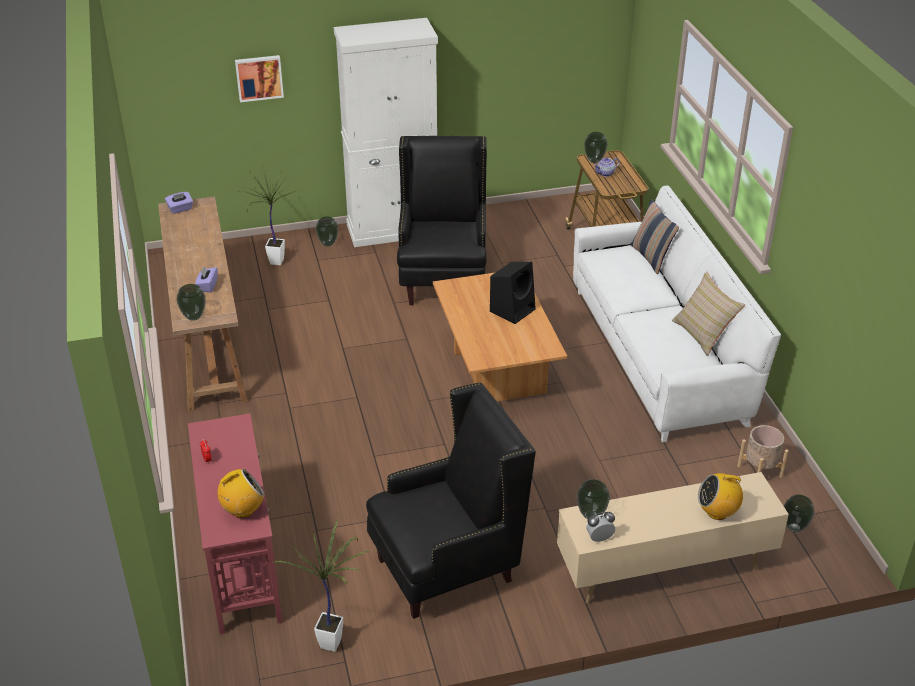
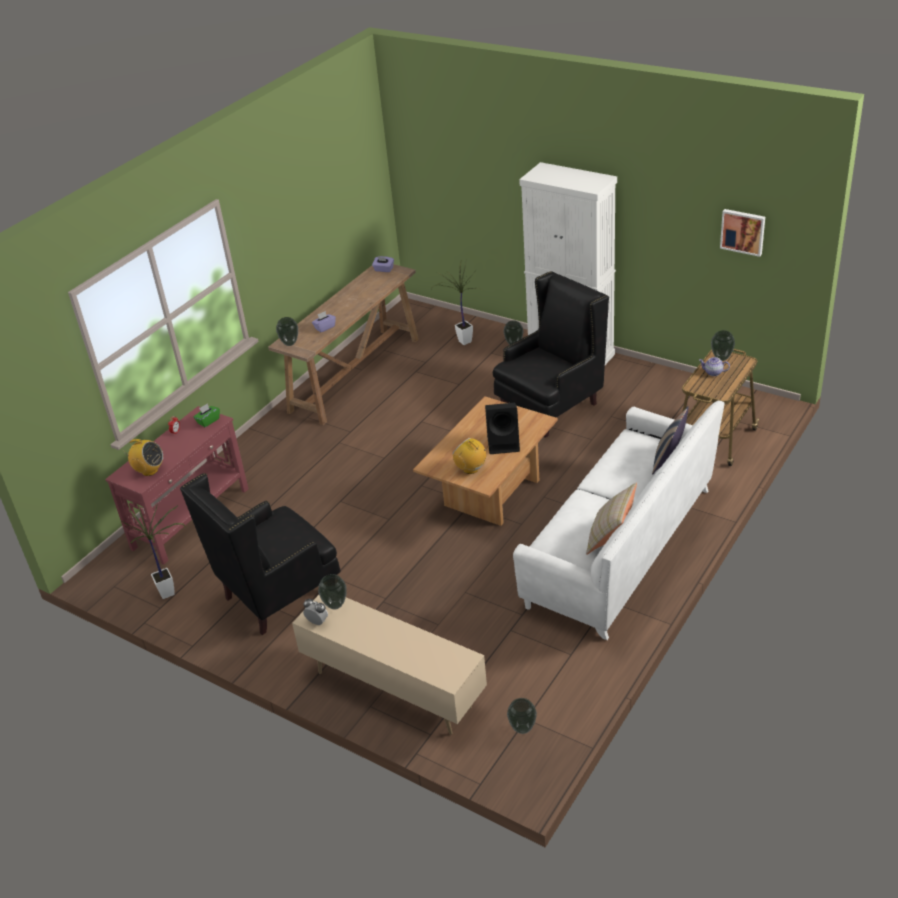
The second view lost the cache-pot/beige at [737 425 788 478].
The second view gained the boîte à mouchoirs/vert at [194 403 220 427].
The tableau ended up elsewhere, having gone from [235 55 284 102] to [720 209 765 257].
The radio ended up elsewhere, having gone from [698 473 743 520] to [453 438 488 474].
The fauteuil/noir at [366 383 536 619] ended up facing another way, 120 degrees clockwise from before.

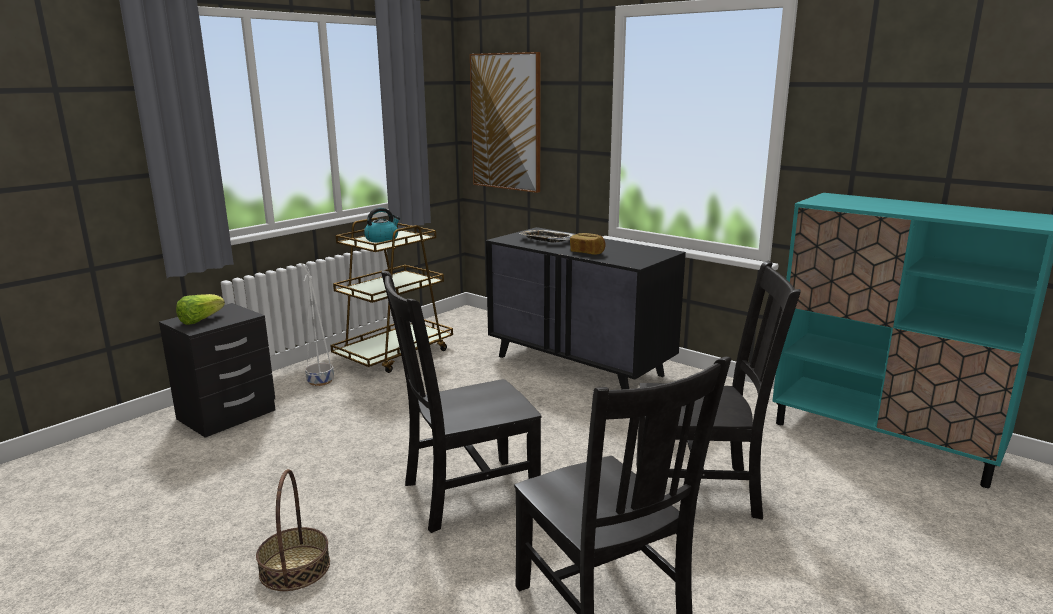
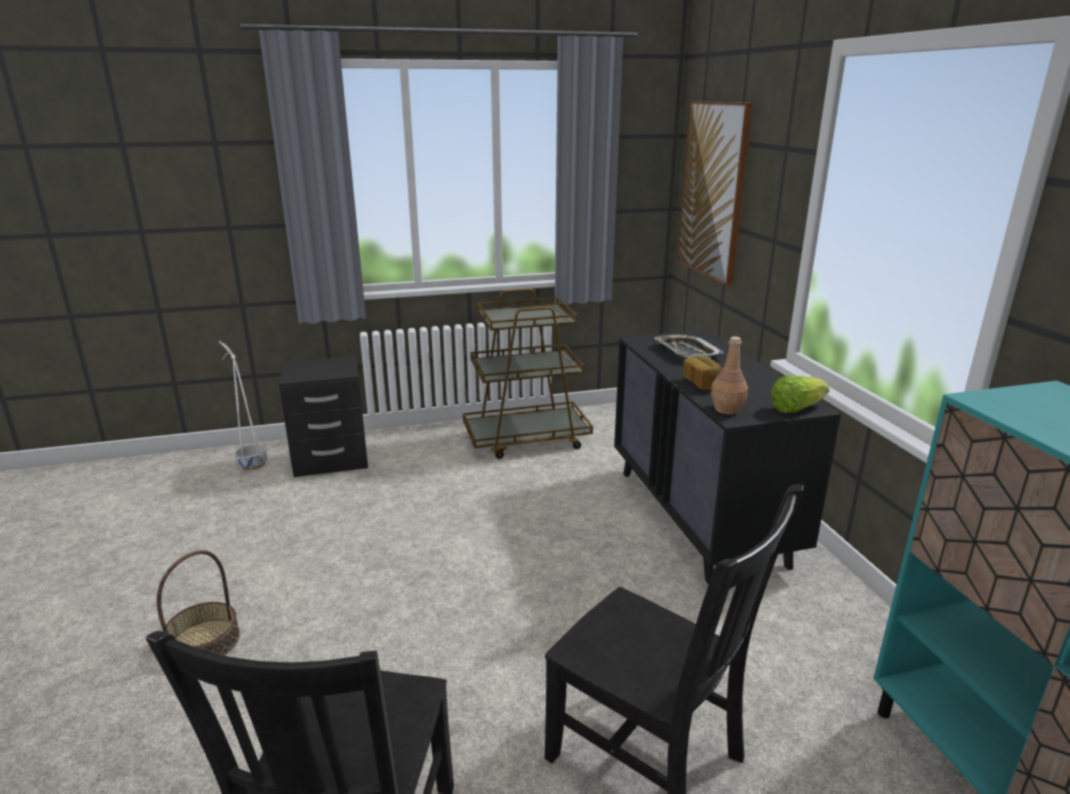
The second view lost the bouilloire at [364 208 400 243].
The second view lost the chaise/noir at [381 270 542 533].
The second view gained the bouteille/marron at [711 336 748 414].
The laitue ended up elsewhere, having gone from [176 294 225 325] to [771 376 830 413].
The cache-pot/blanc ended up elsewhere, having gone from [301 263 334 386] to [219 341 267 470].

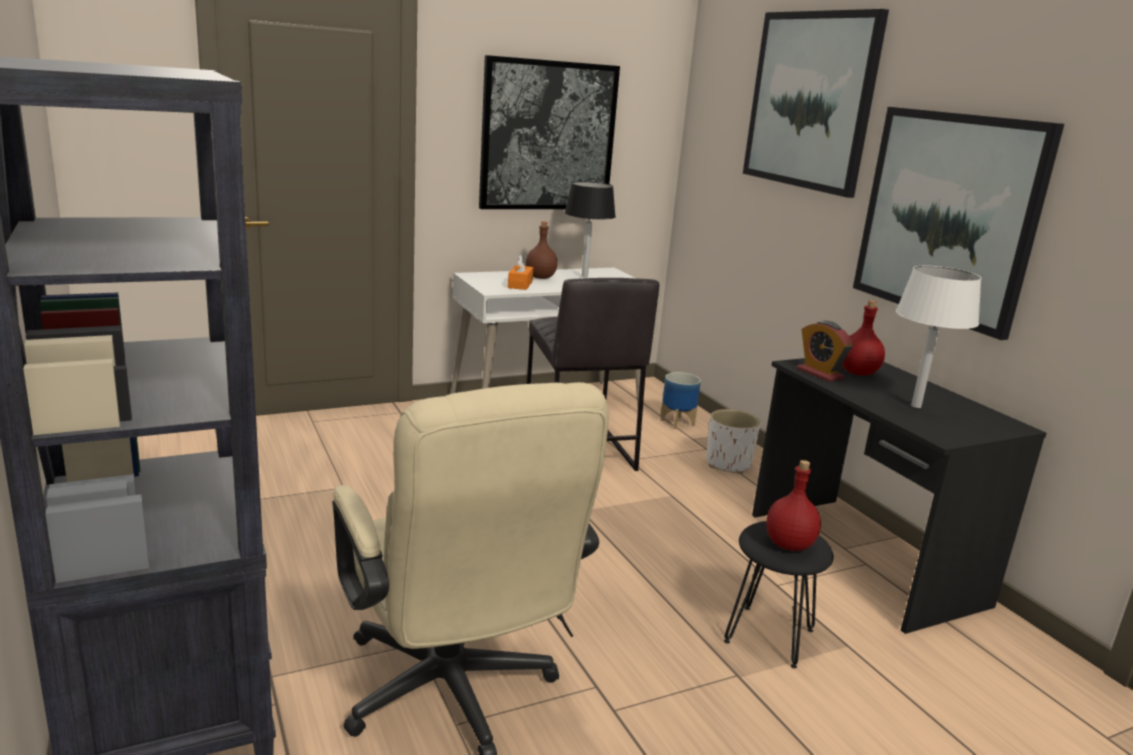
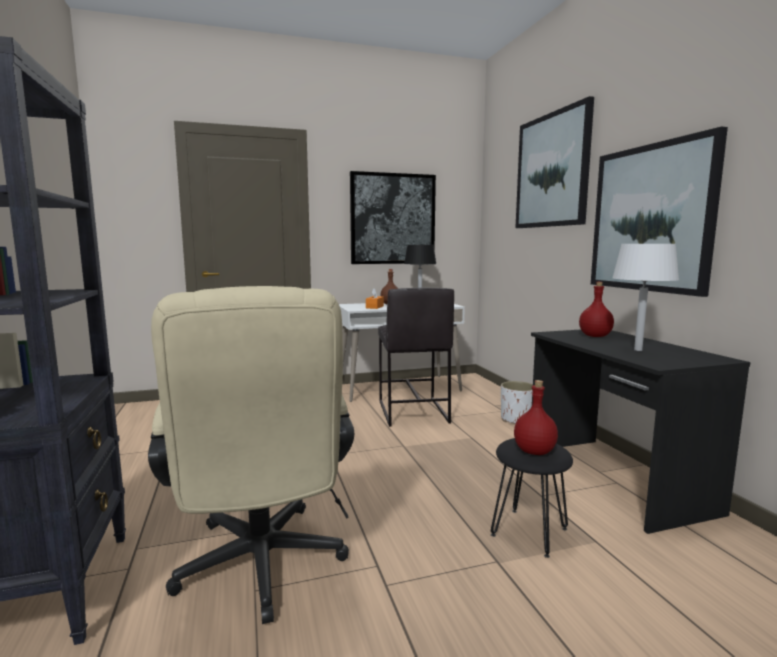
The second view lost the cache-pot at [660 372 701 429].
The second view lost the réveil at [797 321 853 382].

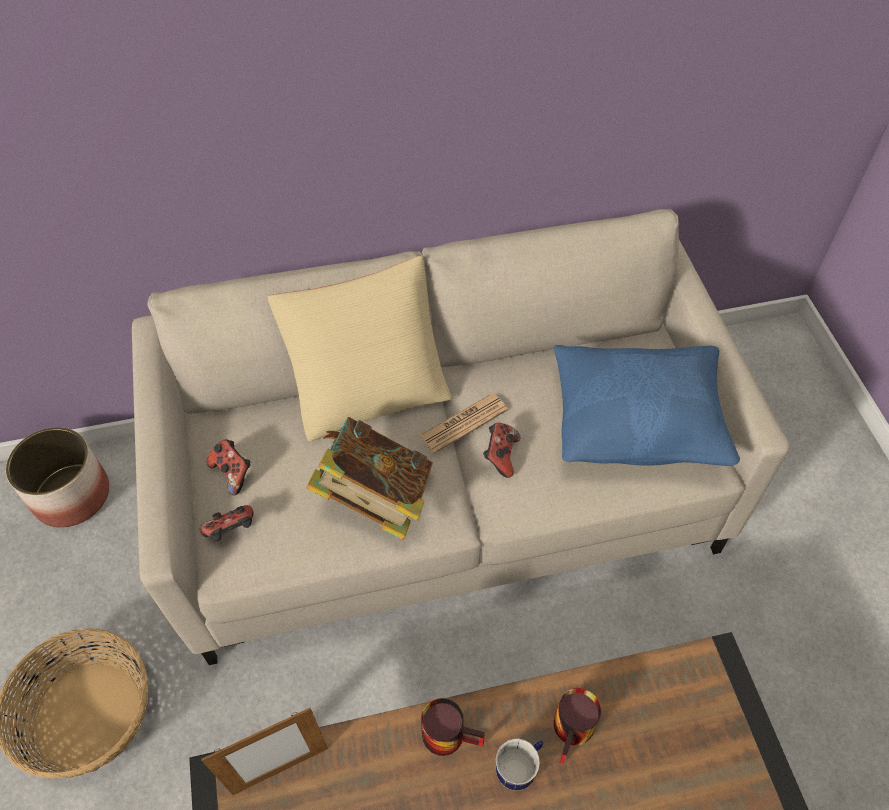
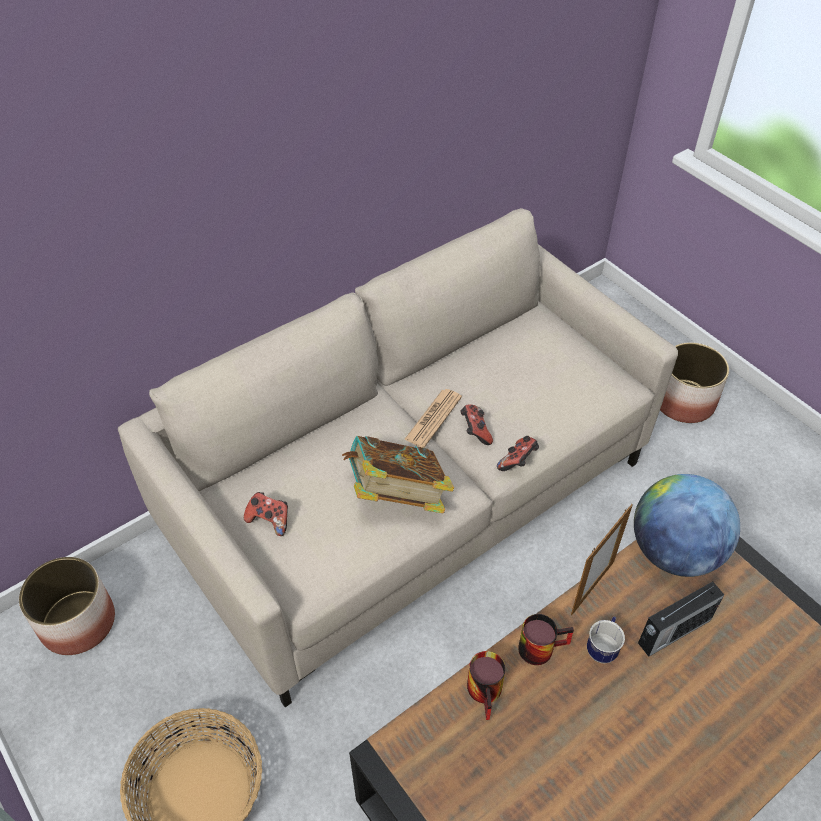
The second view lost the coussin/beige at [267 256 452 442].
The second view lost the coussin/bleu at [554 345 740 466].
The second view gained the globe at [634 474 740 577].
The second view gained the radio at [638 582 724 657].
The second view gained the cache-pot at [660 342 729 423].
The manette ended up elsewhere, having gone from [200 505 254 541] to [497 436 539 471].
The cadre photo ended up elsewhere, having gone from [201 708 328 795] to [571 504 633 615].
The mug ended up elsewhere, having gone from [554 688 601 764] to [467 651 506 720].

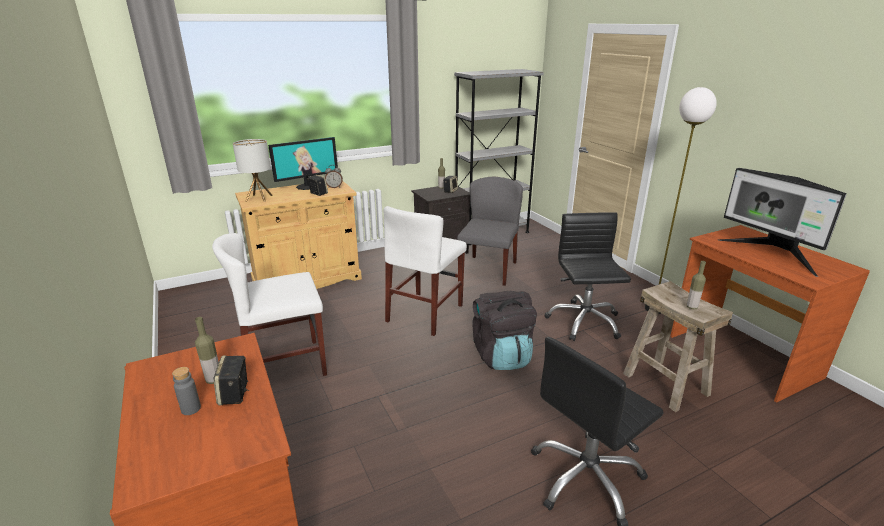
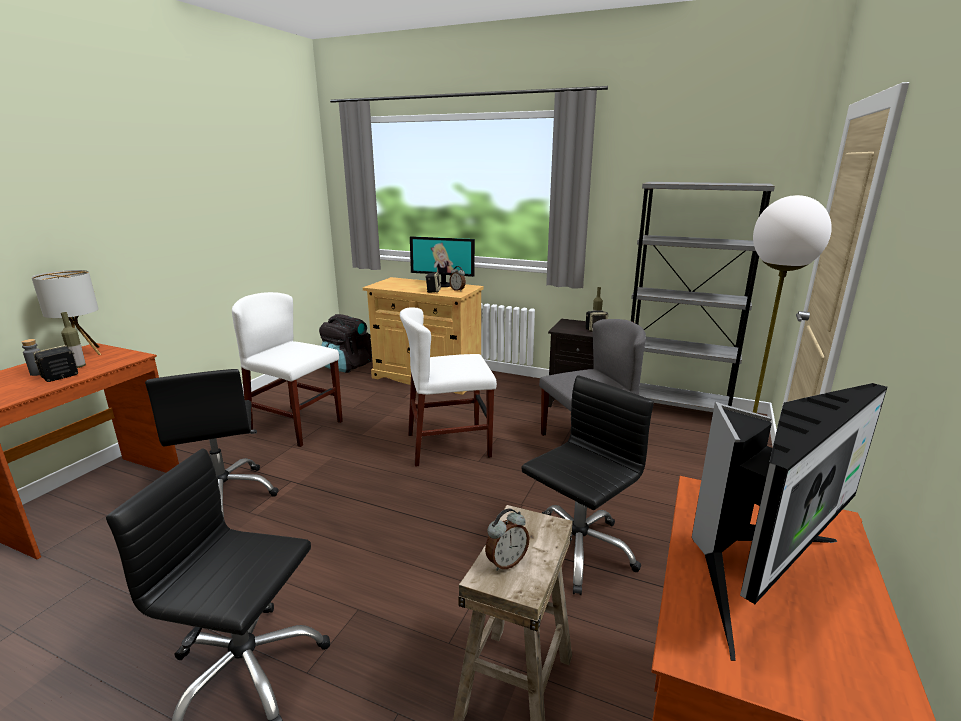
The second view gained the chaise de bureau/noir at [145 369 279 521].
The lampe de table ended up elsewhere, having gone from [233 139 273 202] to [31 270 101 355].
The sac à dos/noir ended up elsewhere, having gone from [472 291 537 370] to [319 314 372 373].
Where the bouteille stood at [687 261 706 309], the réveil came to stand at [485 508 530 571].
The écran d'ordinateur at [718 168 847 277] ended up facing another way, 150 degrees counterclockwise from before.

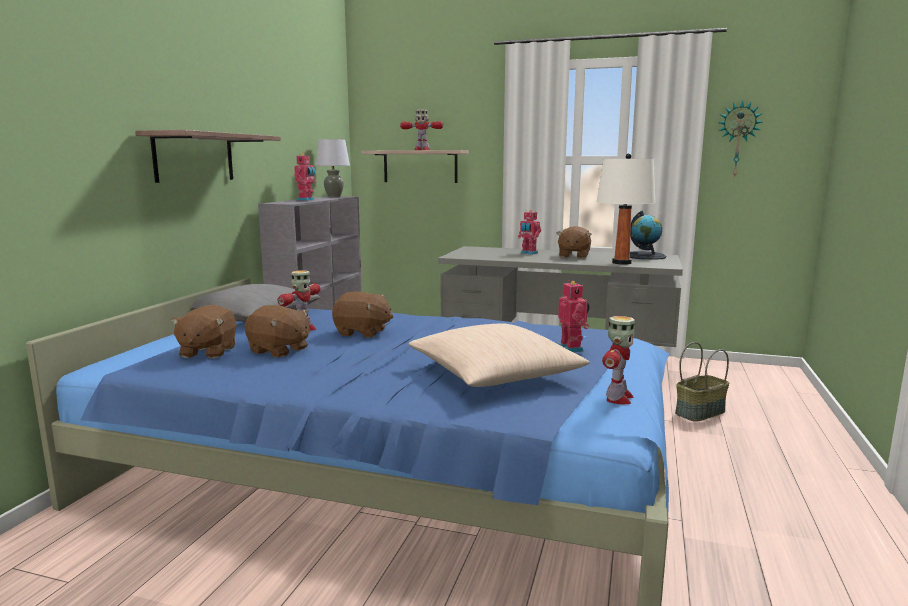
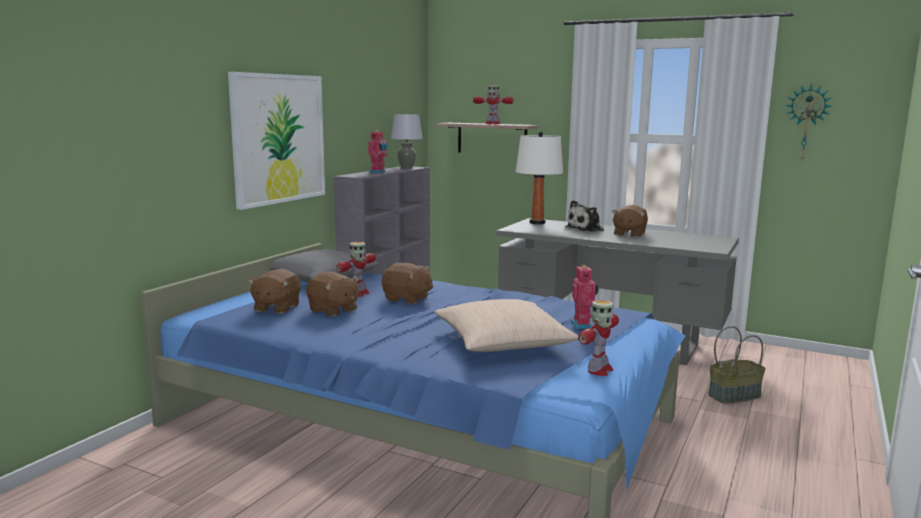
The second view lost the globe at [630 211 666 260].
The lampe de table/blanc ended up elsewhere, having gone from [597 153 655 265] to [516 132 563 224].
Where the étagère hung at [135 130 281 183], the tableau came to hang at [228 72 325 210].
Where the robot jouet stood at [518 210 541 255], the peluche came to stand at [565 200 604 232].

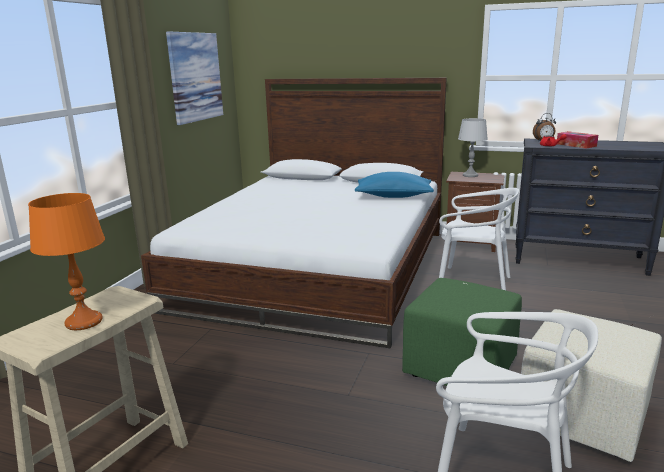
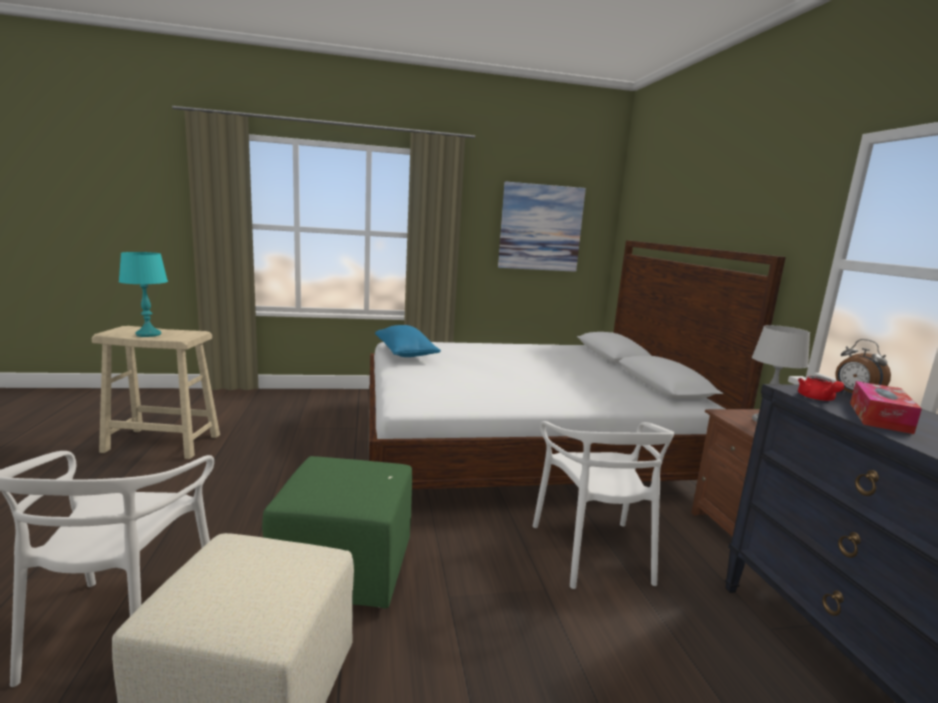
The coussin/bleu ended up elsewhere, having gone from [355 172 433 198] to [375 325 441 357].
What was the lampe de table/orange at [28 193 105 330] turned into the lampe de table/turquoise at [119 252 168 337].

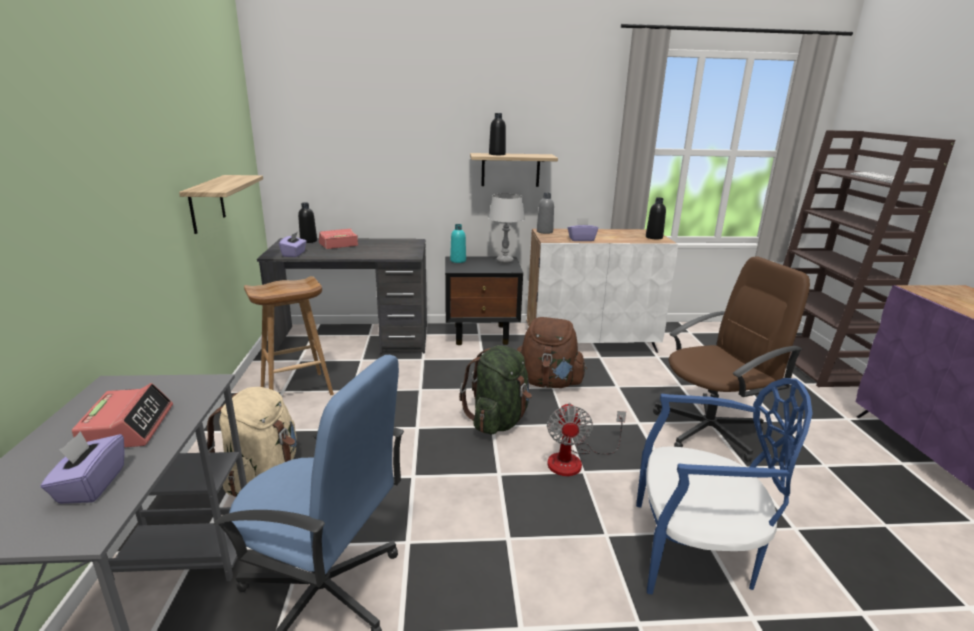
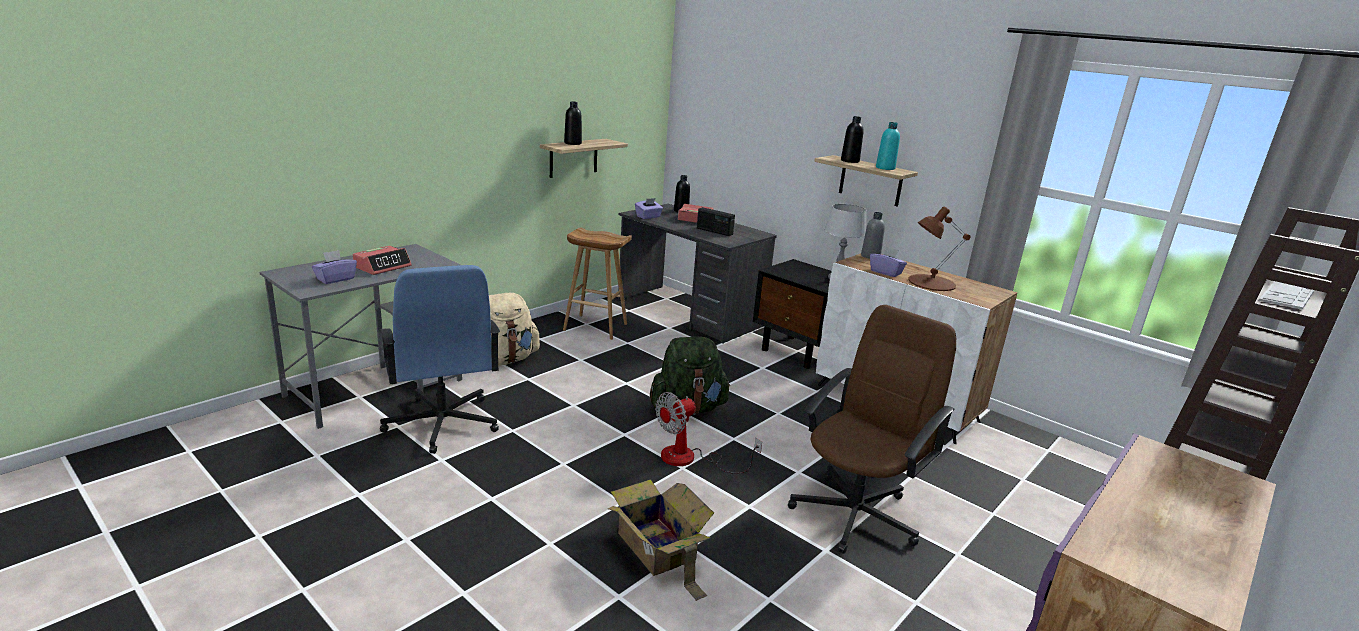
The second view lost the sac à dos/marron at [517 317 587 388].
The second view gained the radio at [697 207 735 236].
The second view gained the lampe de table/marron at [908 207 971 291].
The bouteille/turquoise ended up elsewhere, having gone from [450 224 466 263] to [876 122 900 170].
The bouteille/noir ended up elsewhere, having gone from [646 198 666 240] to [564 102 582 145].
Where the chaise/bleu stood at [636 378 813 594], the carton came to stand at [608 479 714 601].
The chaise de bureau/marron at [653 257 810 462] ended up facing another way, 75 degrees counterclockwise from before.

